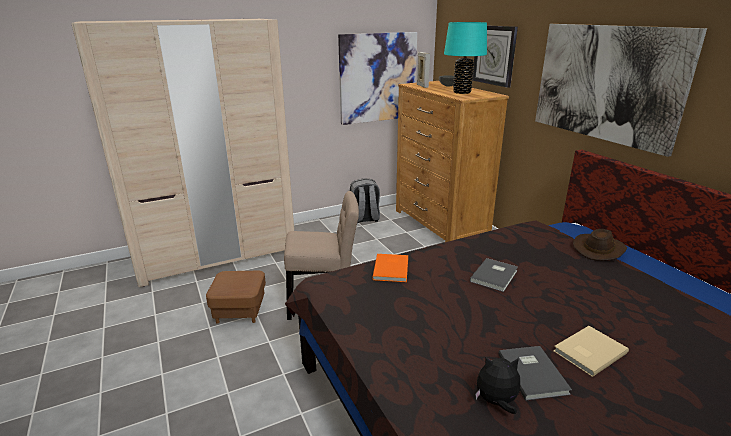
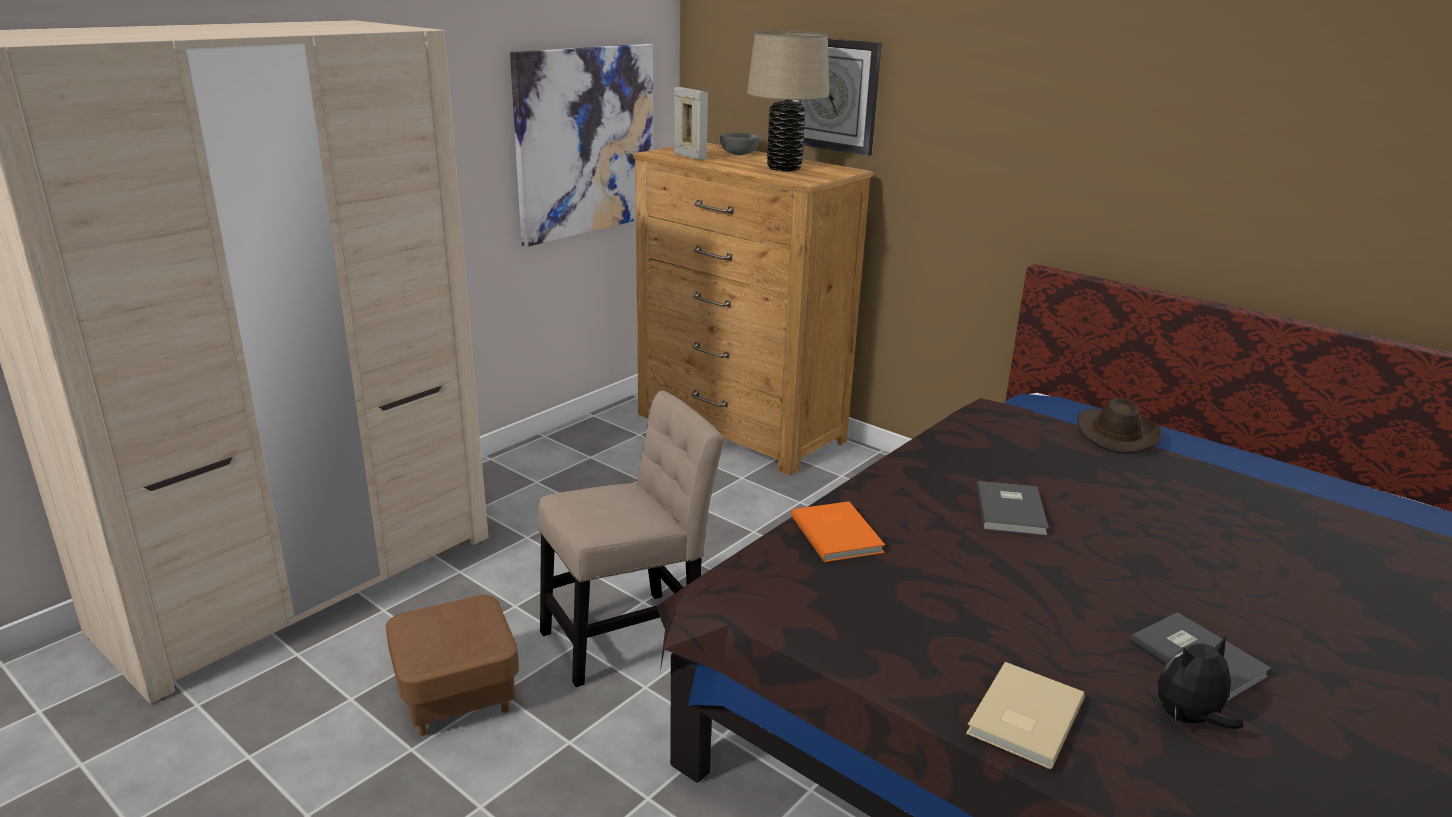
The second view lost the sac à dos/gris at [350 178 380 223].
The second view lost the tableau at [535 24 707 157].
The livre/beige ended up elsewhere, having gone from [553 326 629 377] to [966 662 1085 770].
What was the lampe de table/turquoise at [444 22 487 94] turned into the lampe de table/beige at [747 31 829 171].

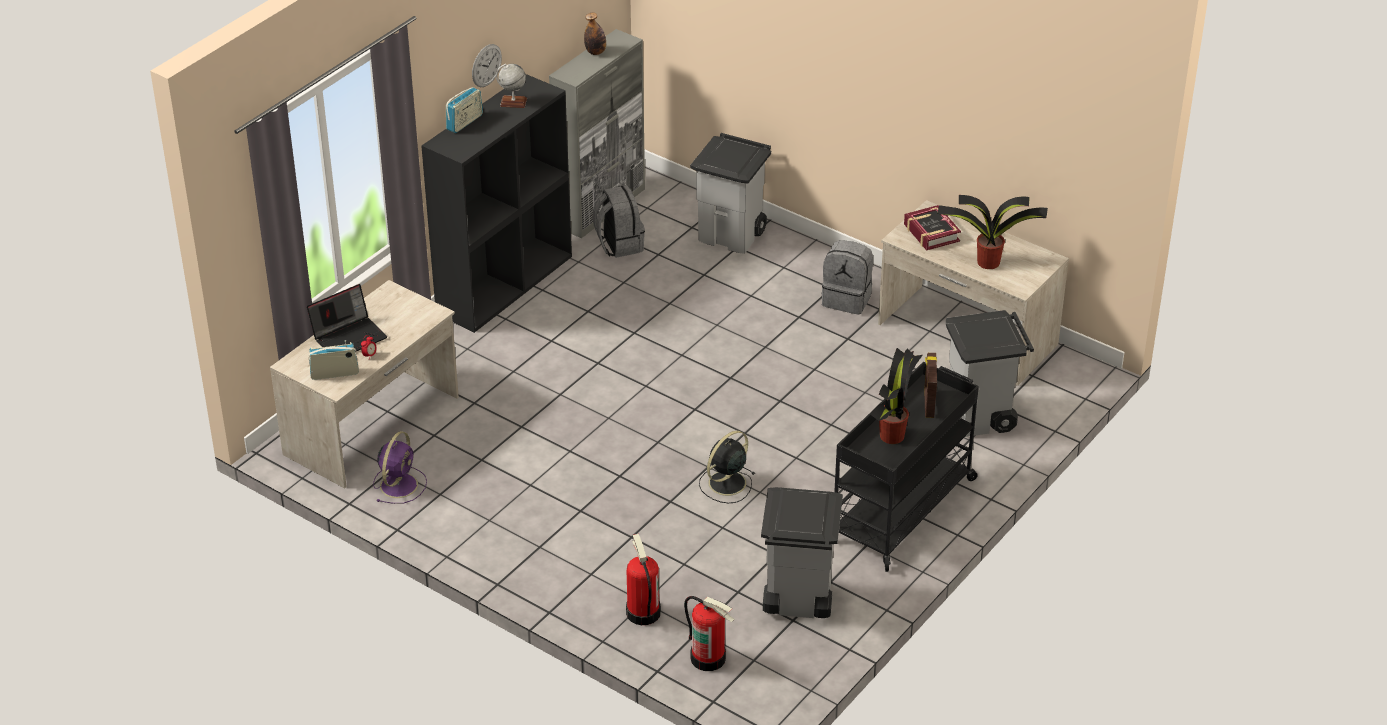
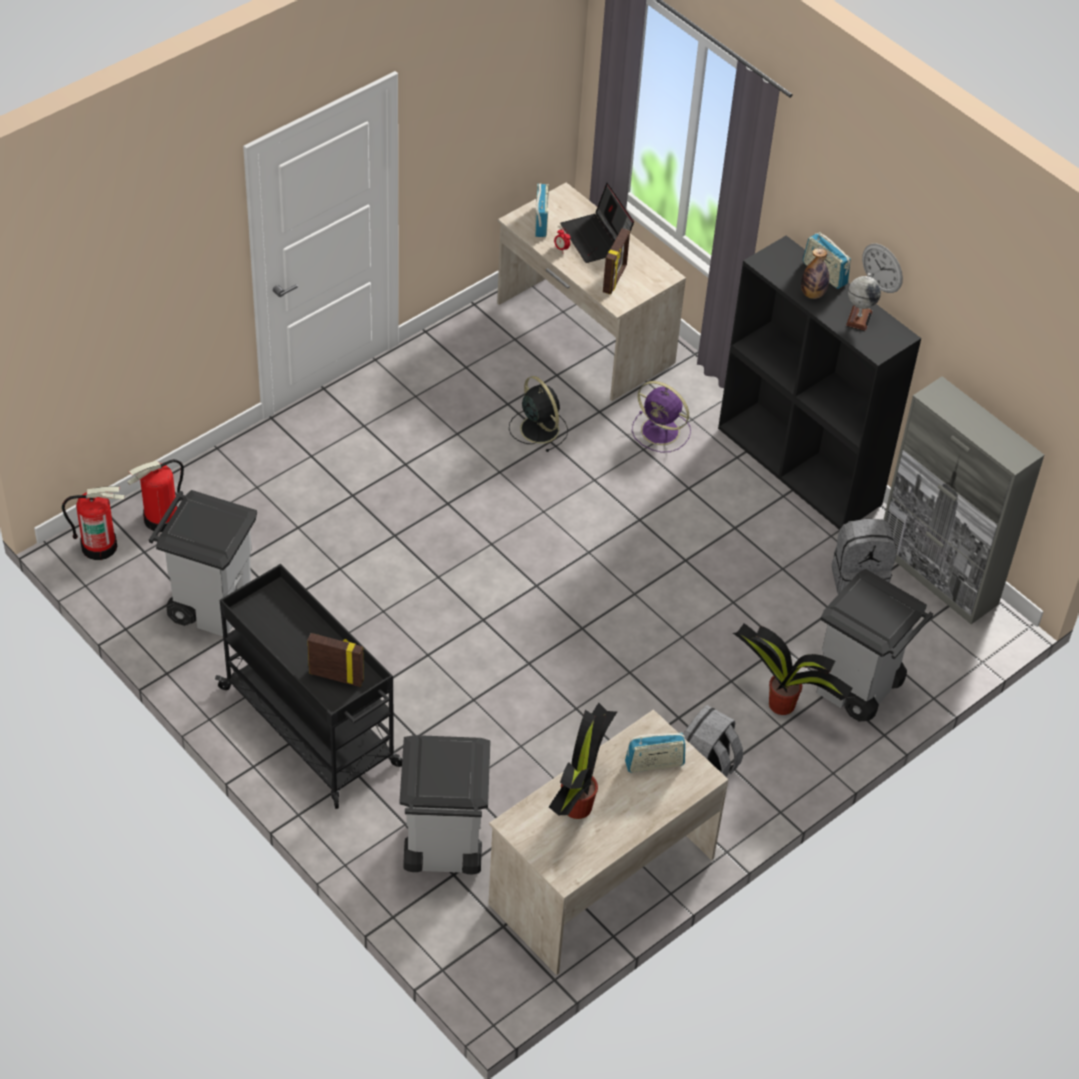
The second view gained the cadre photo at [603 228 630 294].
The ventilateur/violet ended up elsewhere, having gone from [373 431 427 504] to [632 381 691 453].
The bouteille ended up elsewhere, having gone from [584 13 606 55] to [801 248 829 299].
The extincteur ended up elsewhere, having gone from [626 534 661 625] to [62 486 125 560].
The ventilateur/noir ended up elsewhere, having gone from [699 431 755 503] to [509 376 568 452].
The plante en pot ended up elsewhere, having gone from [870 348 923 444] to [733 623 853 715].
Where the livre stood at [904 205 961 251], the radio came to stand at [625 732 685 773].

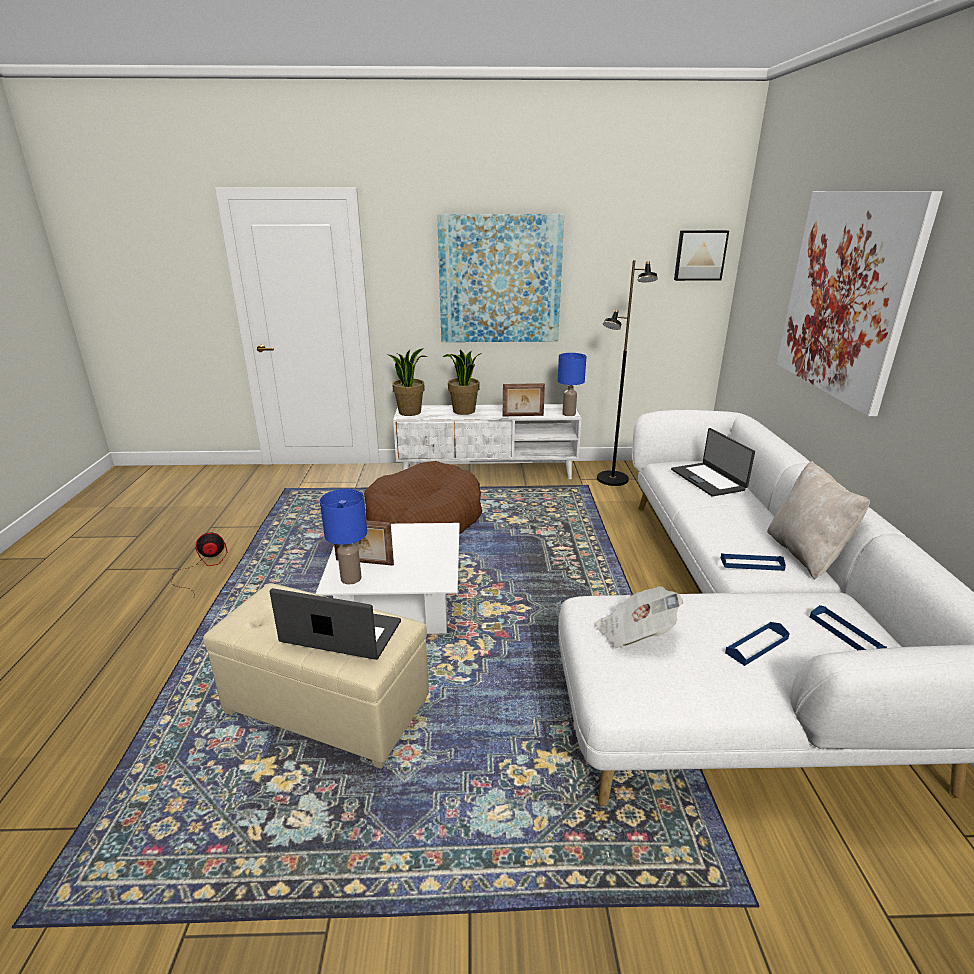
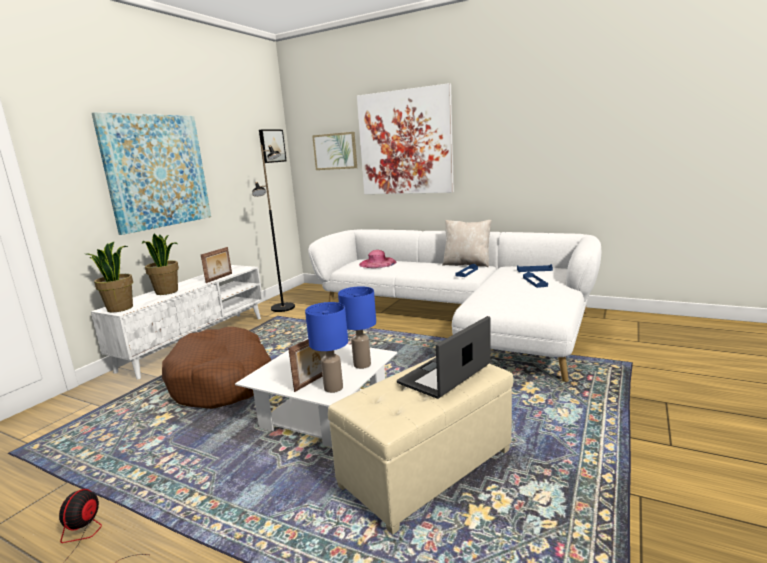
The second view lost the journal at [595 587 683 649].
The second view gained the tableau at [312 132 357 170].
The lampe de table/bleu ended up elsewhere, having gone from [558 353 586 416] to [338 286 376 369].
Where the ordinateur portable stood at [671 428 755 497], the chapeau/rose came to stand at [359 250 396 268].

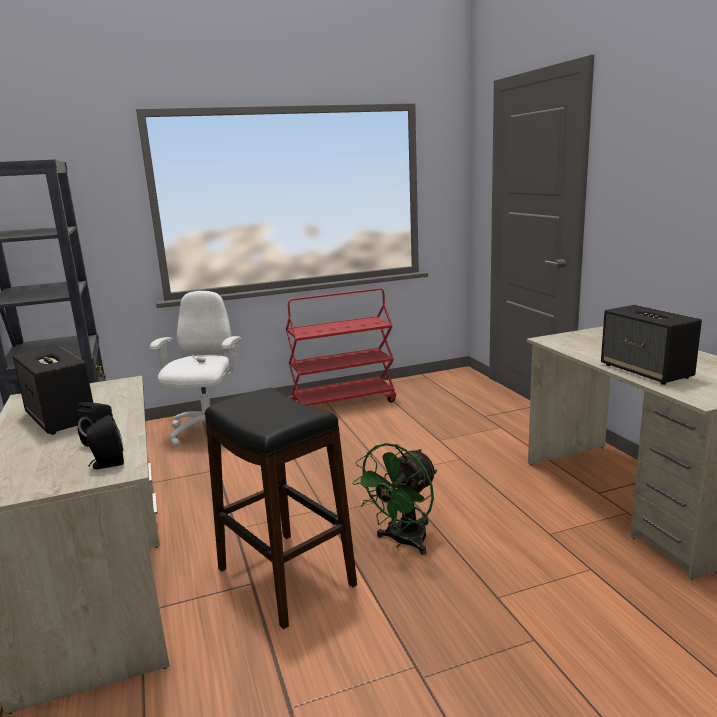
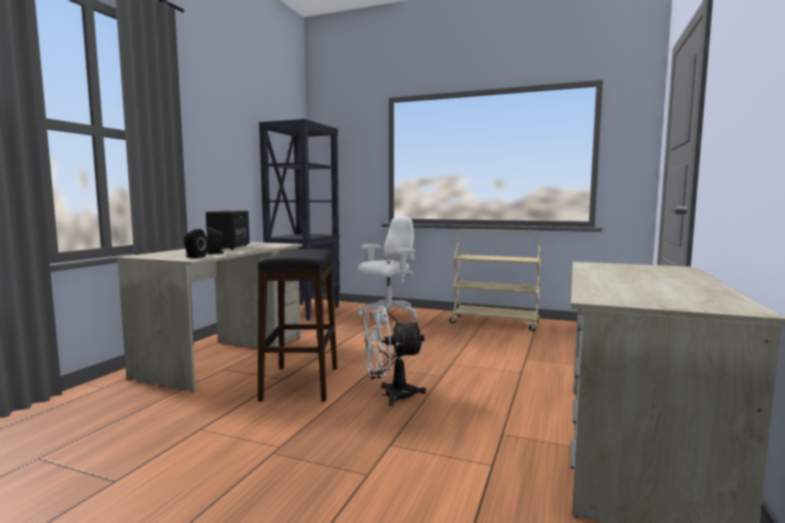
The second view lost the enceinte at [601 305 702 385].
What was the chariot/rouge at [286 288 396 406] turned into the chariot/beige at [450 229 541 331].
What was the ventilateur/vert at [352 443 437 555] turned into the ventilateur/blanc at [363 305 426 406].

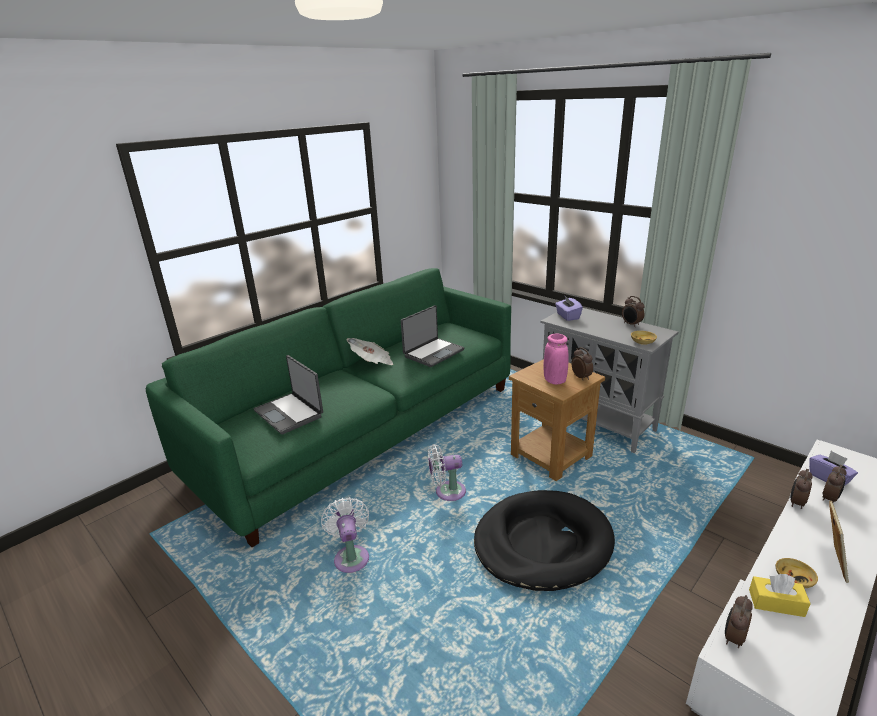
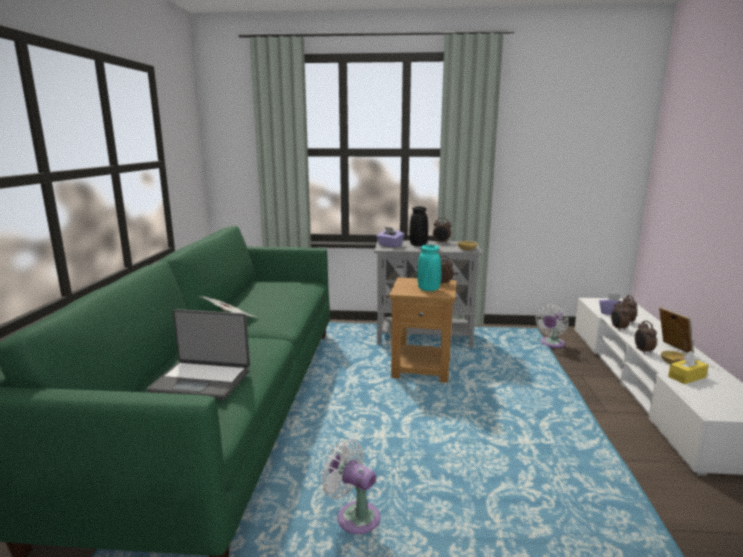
The second view lost the ordinateur portable at [401 305 464 367].
The second view lost the panier pour chien/noir at [474 490 615 591].
The second view gained the vase/noir at [410 206 428 246].
The ventilateur/blanc ended up elsewhere, having gone from [428 444 466 501] to [536 305 568 348].
The réveil ended up elsewhere, having gone from [725 595 753 648] to [635 321 657 355].
What was the vase/rose at [544 334 568 385] turned into the vase/turquoise at [417 245 441 291].

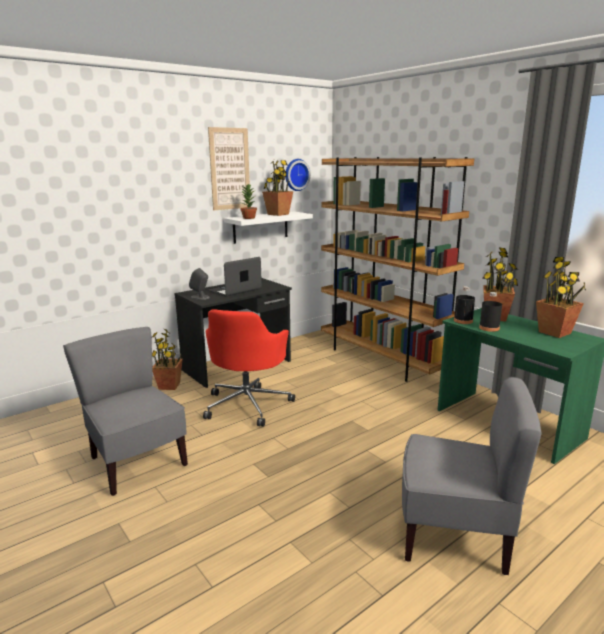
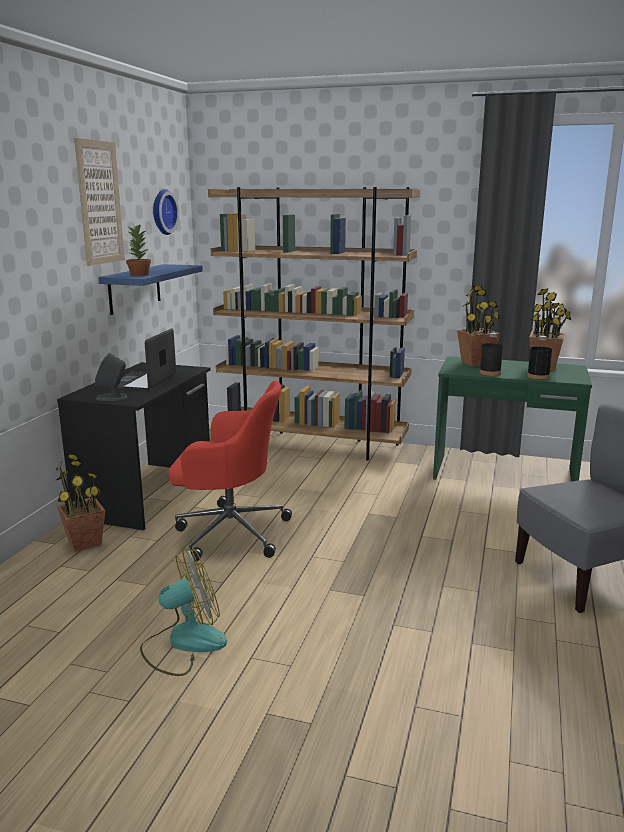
The second view lost the plante en pot at [262 158 293 216].
The bouteille/noir ended up elsewhere, having gone from [454 286 475 324] to [527 336 552 380].
Where the chaise/gris stood at [63 327 188 496], the ventilateur came to stand at [140 547 227 676].
What was the étagère/blanc at [224 212 313 244] turned into the étagère/bleu at [98 264 203 315].
The chaise de bureau/rouge at [203 309 295 427] ended up facing another way, 60 degrees counterclockwise from before.

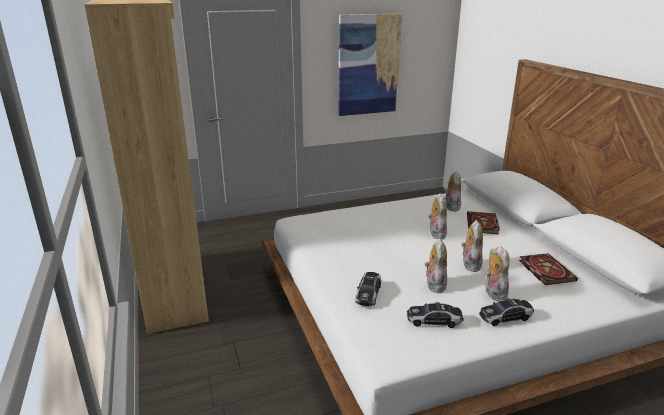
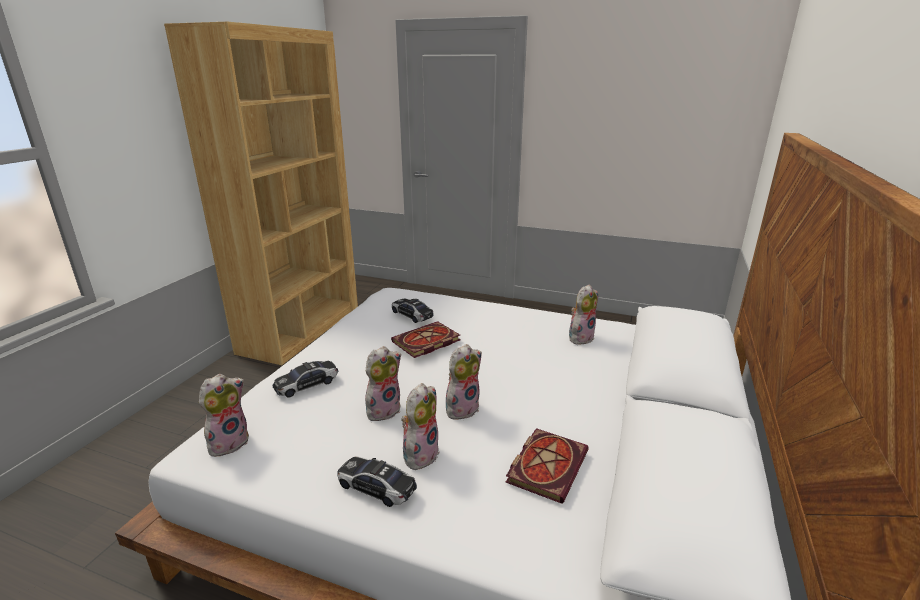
The second view lost the tableau at [339 13 402 116].
The petite voiture ended up elsewhere, having gone from [407 302 464 328] to [392 298 434 323].
The peluche ended up elsewhere, having gone from [428 193 447 240] to [199 374 249 457].
The livre ended up elsewhere, having gone from [467 211 499 235] to [391 321 461 358].

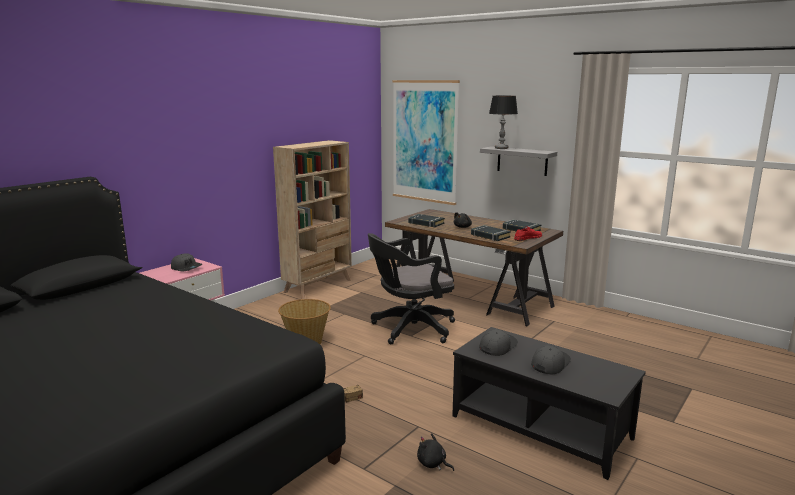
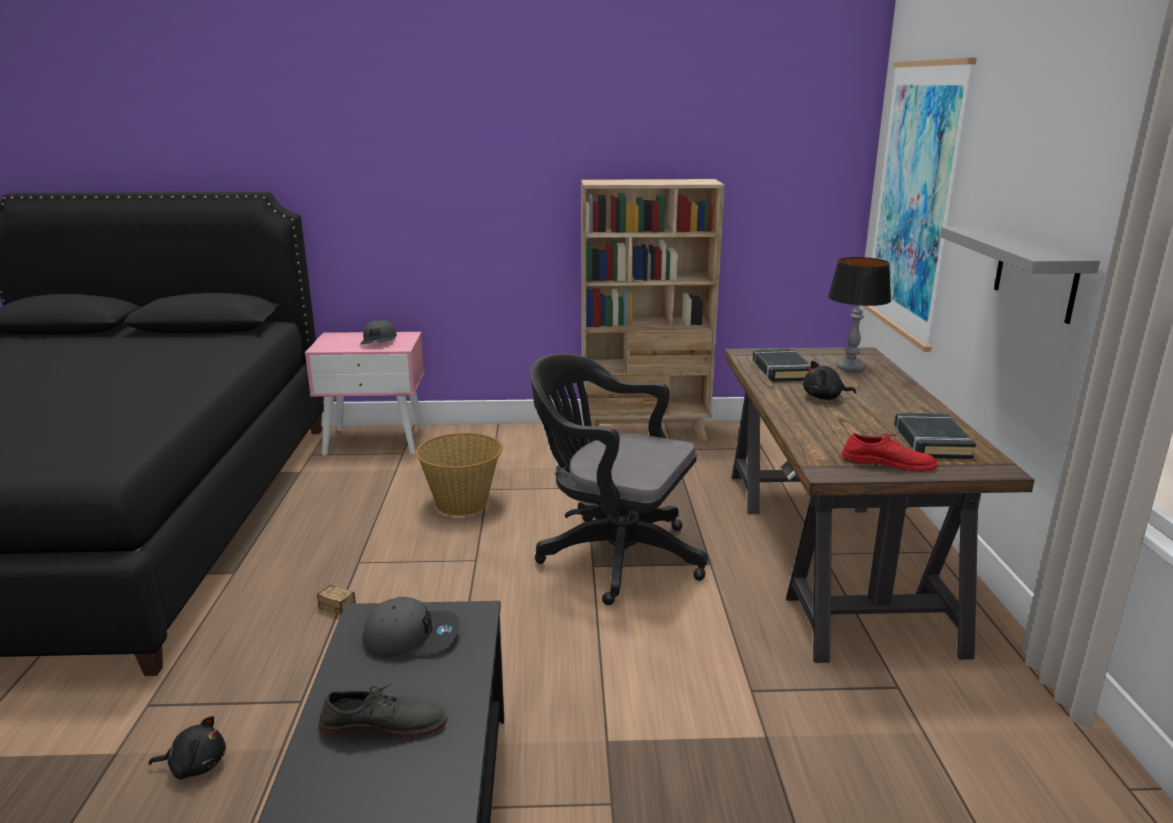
The second view lost the livre/noir at [471 225 511 241].
The lampe de table ended up elsewhere, having gone from [489 96 518 149] to [828 257 891 372].
Where the casquette/gris stood at [531 345 571 374], the chaussure/gris came to stand at [318 684 447 738].
The peluche/noir at [417 433 454 471] ended up facing another way, 90 degrees clockwise from before.

